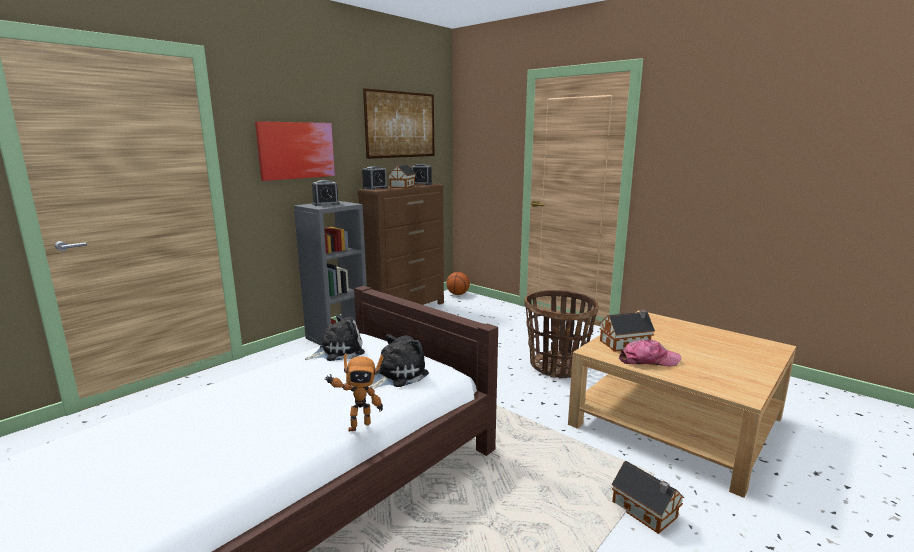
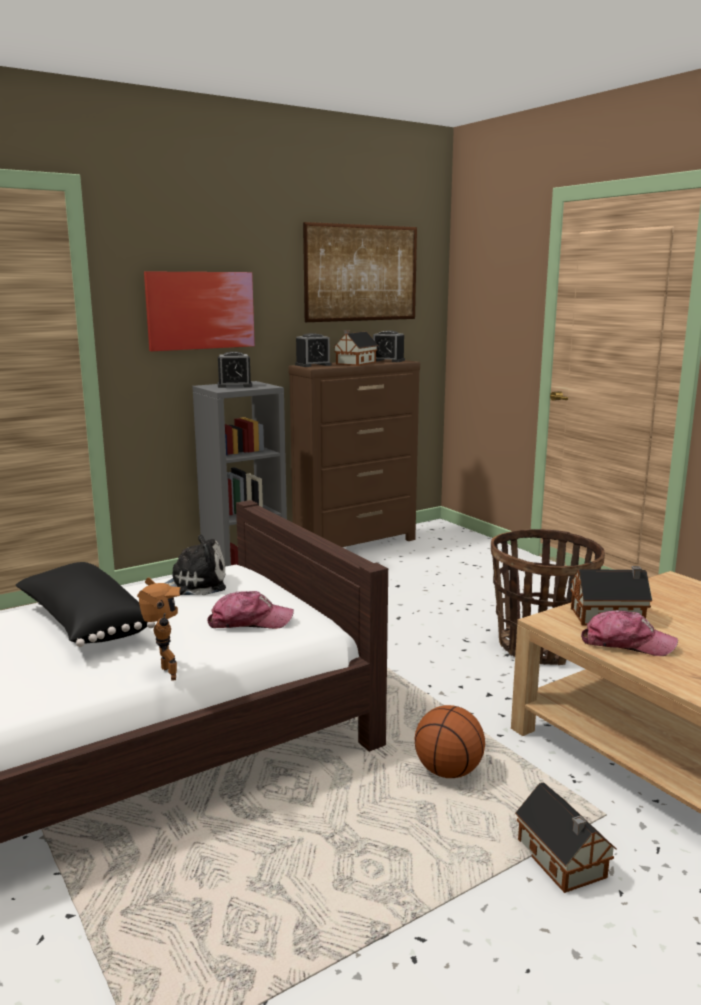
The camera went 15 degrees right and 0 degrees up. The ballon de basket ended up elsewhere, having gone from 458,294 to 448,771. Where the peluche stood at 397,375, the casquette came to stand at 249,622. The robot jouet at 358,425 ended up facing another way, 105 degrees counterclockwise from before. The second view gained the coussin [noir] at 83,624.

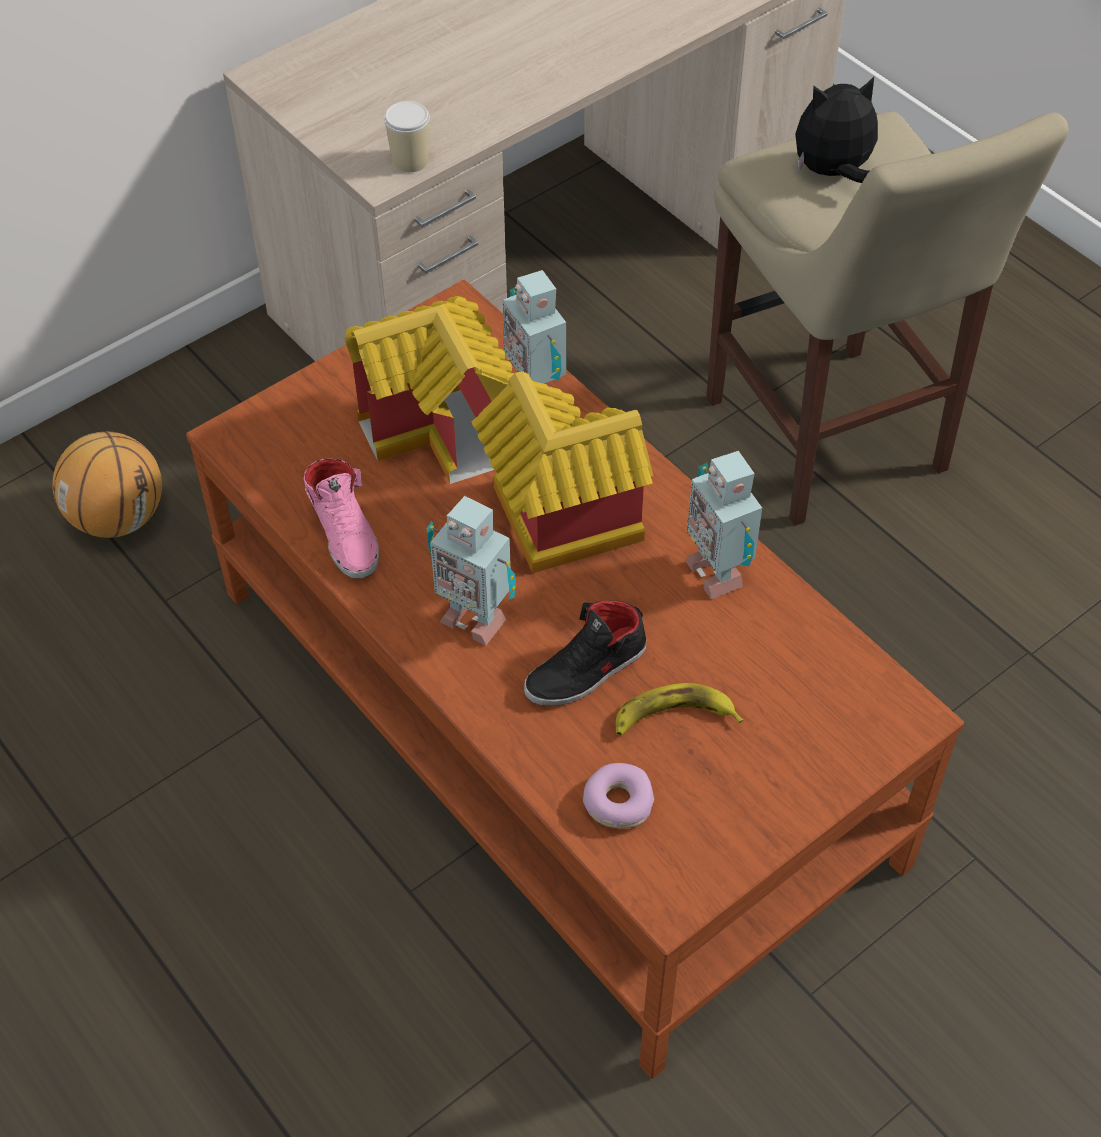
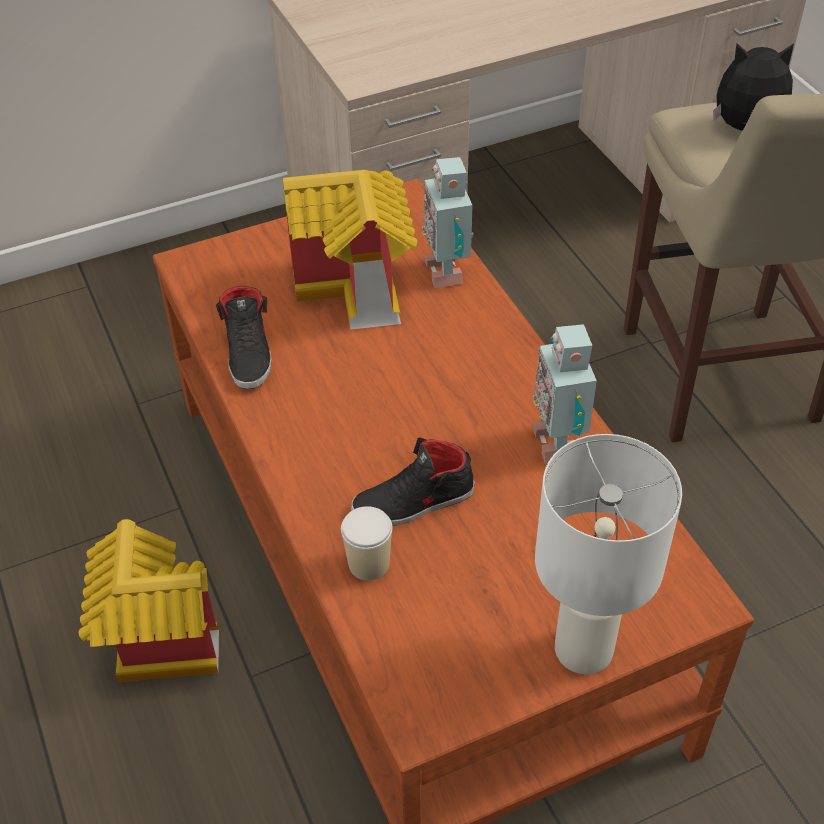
The camera went 15 degrees right and 5 degrees down. The tasse ended up elsewhere, having gone from 410,160 to 369,563. The maison miniature ended up elsewhere, having gone from 555,526 to 155,643. The second view lost the ballon de basket at 118,517. What was the chaussure [rose] at 345,533 turned into the chaussure [noir] at 249,352. The second view lost the robot jouet at 474,616. The second view lost the banane at 673,717. The second view lost the beignet at 617,802. The second view gained the lampe de table [blanc] at 585,650.

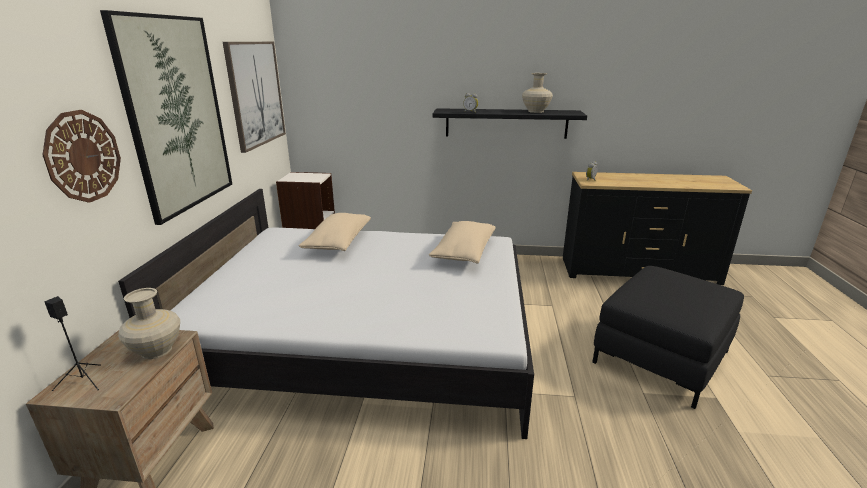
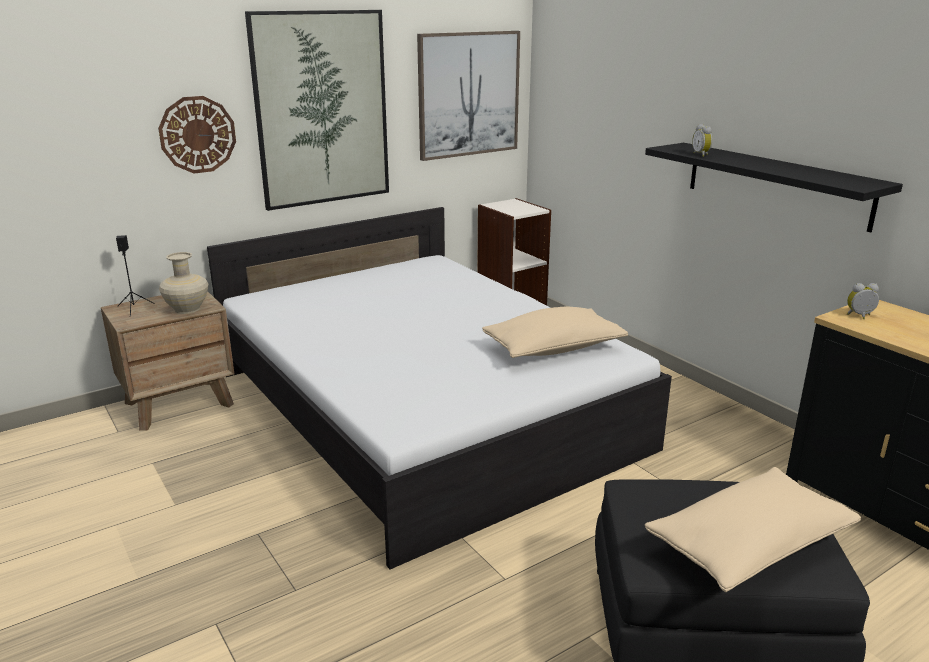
The camera went 50 degrees right and 0 degrees up. The second view lost the vase [beige] at 535,111. The coussin [beige] ended up elsewhere, having gone from 338,242 to 749,546.

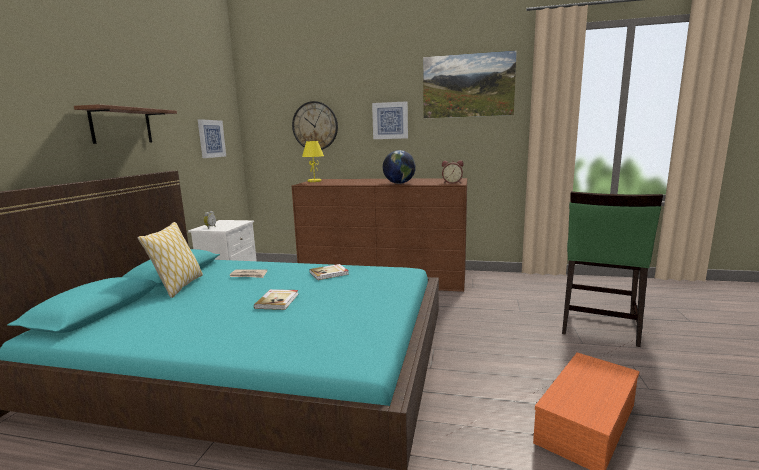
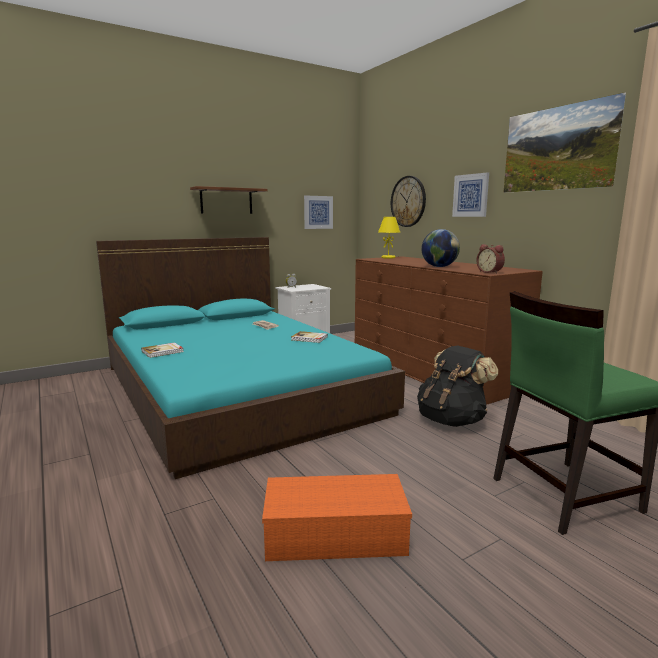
The camera went 45 degrees right and 0 degrees up. The second view lost the coussin at 178,286. The livre ended up elsewhere, having gone from 278,301 to 163,351. The second view gained the sac à dos [noir] at 452,420.

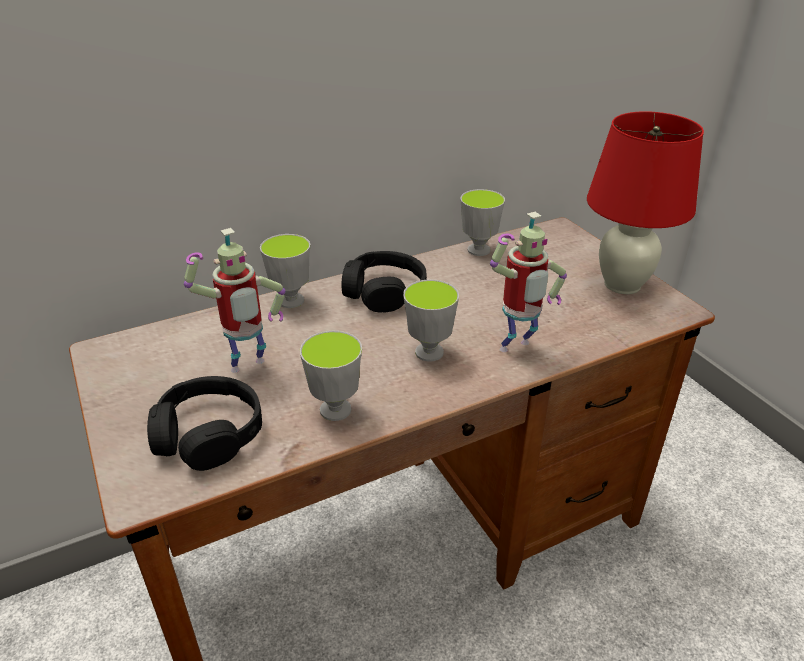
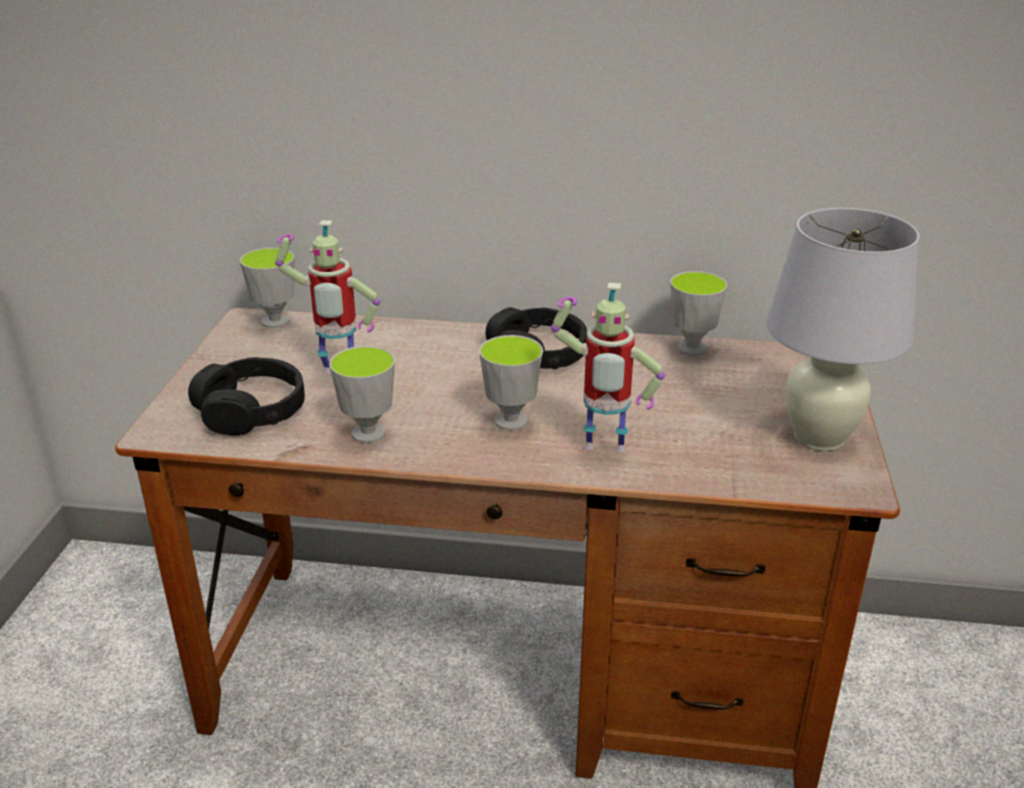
The camera went 35 degrees right and 5 degrees down. What was the lampe de table [rouge] at 622,284 turned into the lampe de table [blanc] at 818,437. The tasse ended up elsewhere, having gone from 291,301 to 275,321.

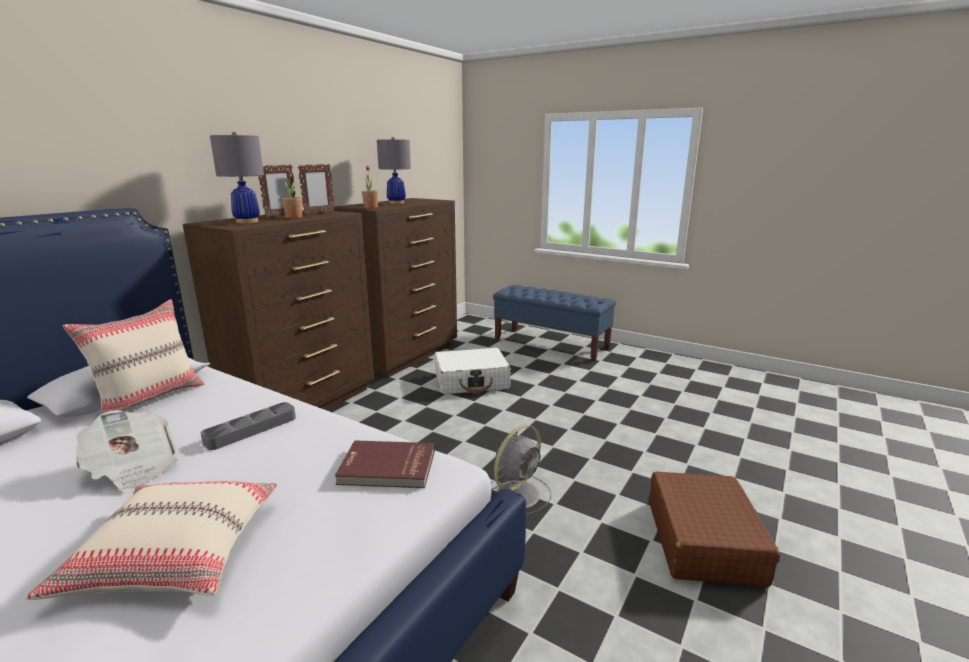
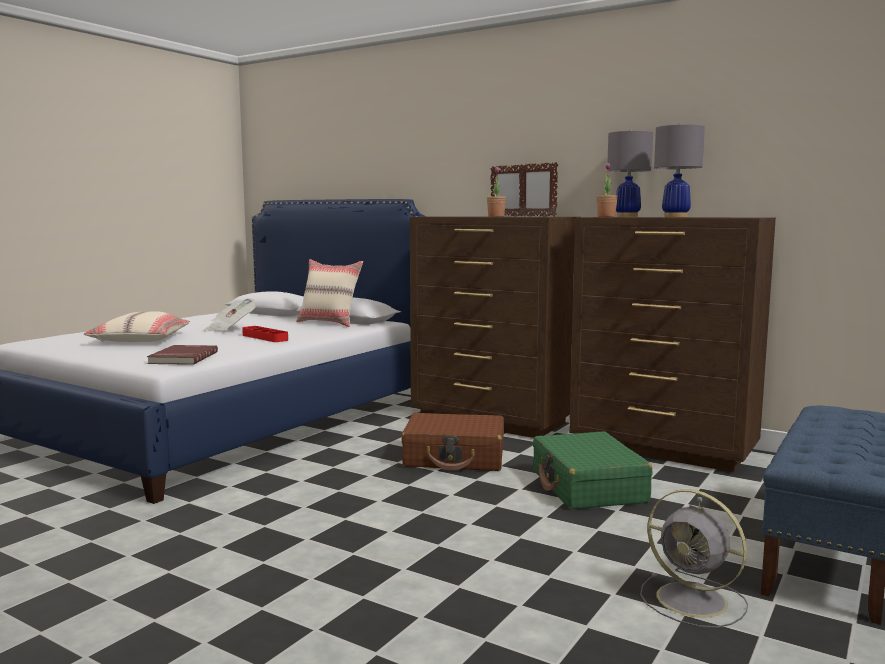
The camera went 90 degrees right and 10 degrees down. The lampe de table [gris] ended up elsewhere, having gone from 247,222 to 627,216. What was the valise [blanc] at 472,381 turned into the valise [vert] at 588,487. What was the plateau [gris] at 251,429 turned into the plateau [rouge] at 265,337. The ventilateur [gris] ended up elsewhere, having gone from 518,493 to 694,601. The valise [marron] ended up elsewhere, having gone from 703,540 to 455,457.

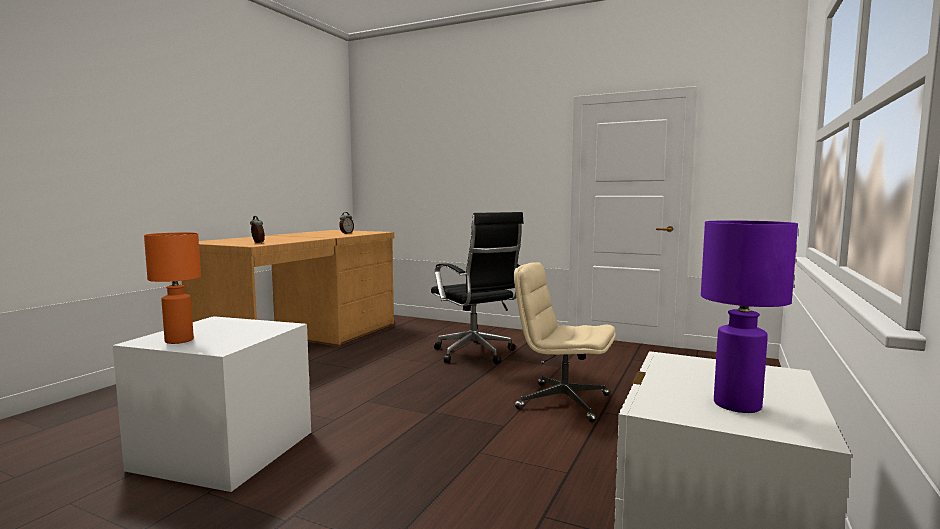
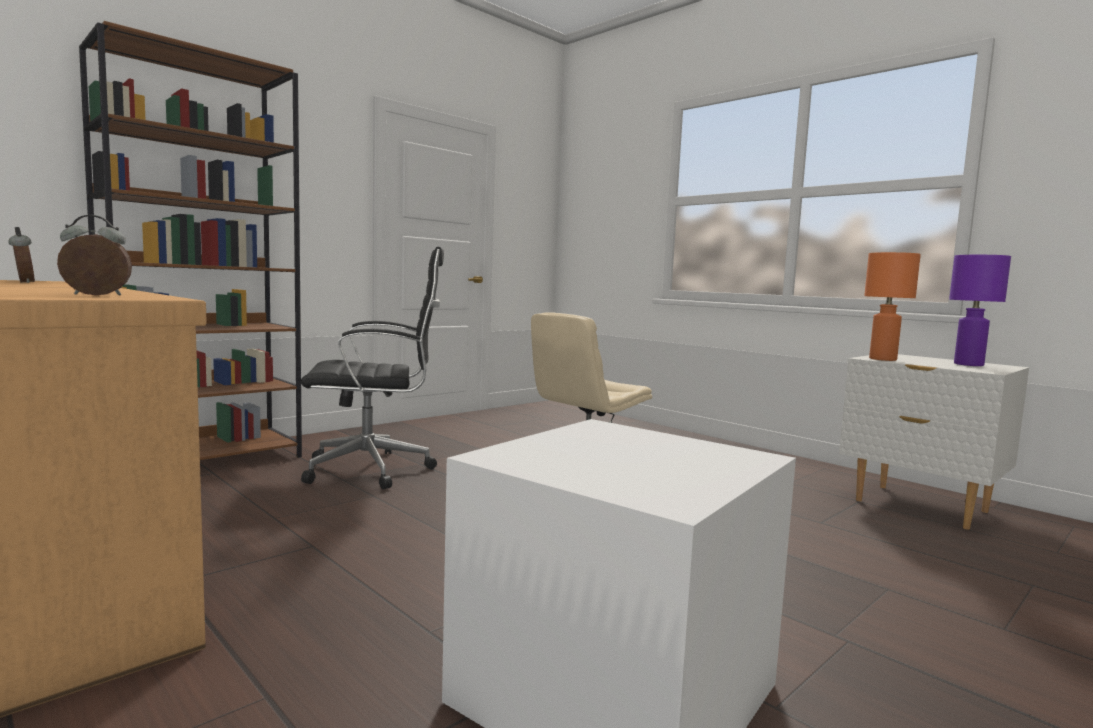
The camera went 70 degrees left and 0 degrees up. The lampe de table [orange] ended up elsewhere, having gone from 179,341 to 883,359. The second view gained the bibliothèque [marron] at 206,460.

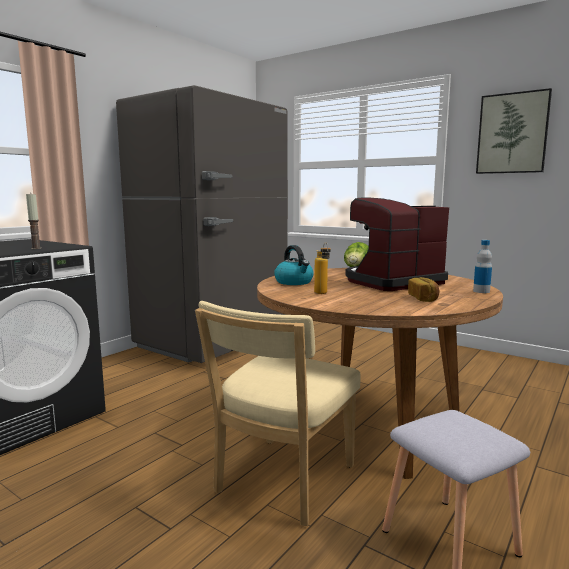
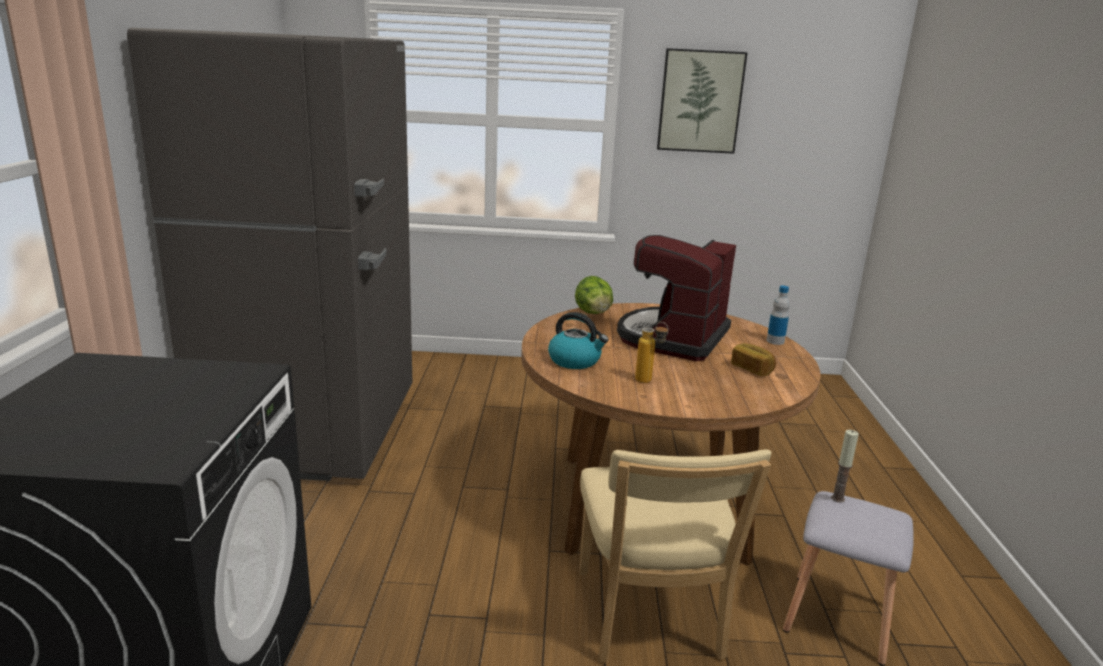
The camera went 35 degrees left and 10 degrees up. The bougie ended up elsewhere, having gone from 36,248 to 837,498.

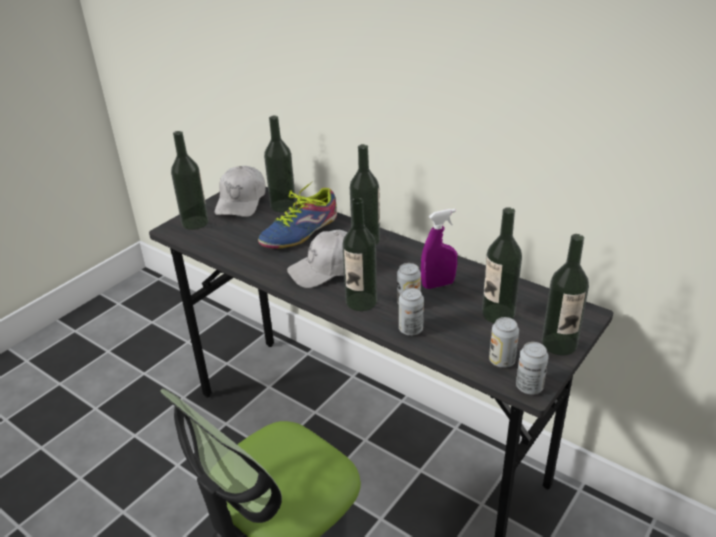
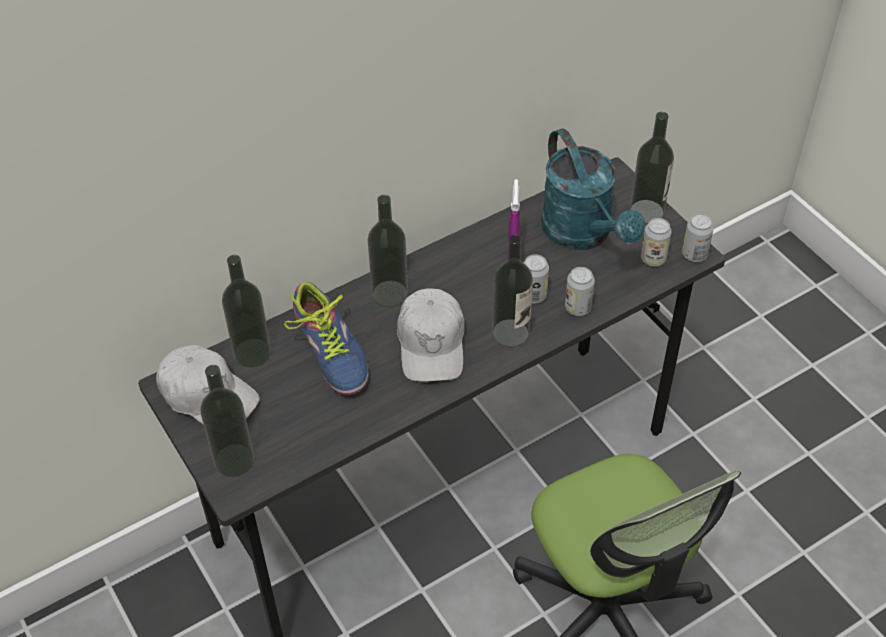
The camera went 70 degrees left and 15 degrees up. Where the bouteille stood at 498,314, the arrosoir [turquoise] came to stand at 583,234.

